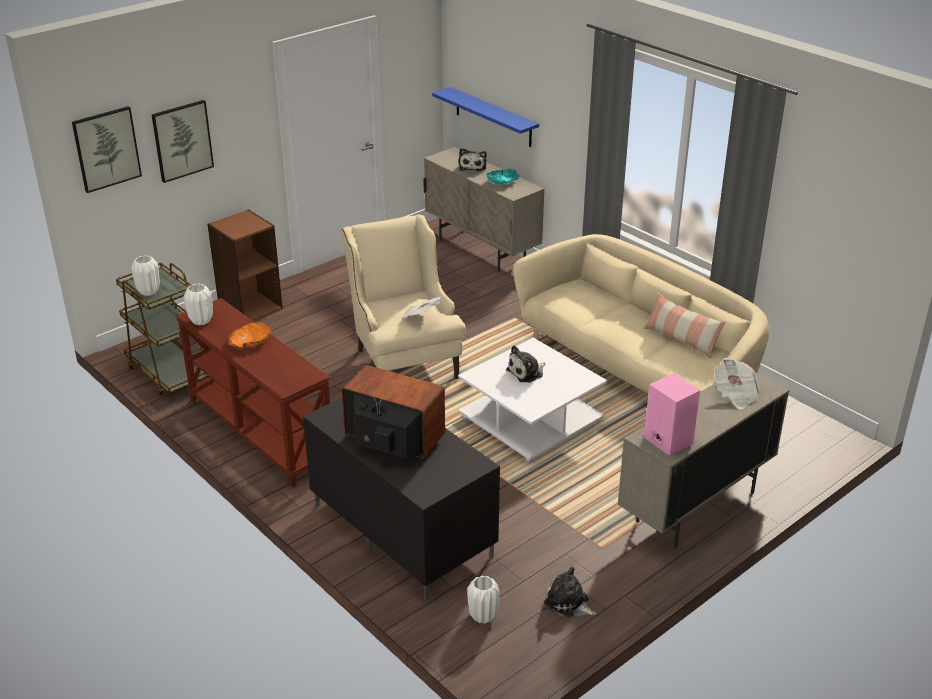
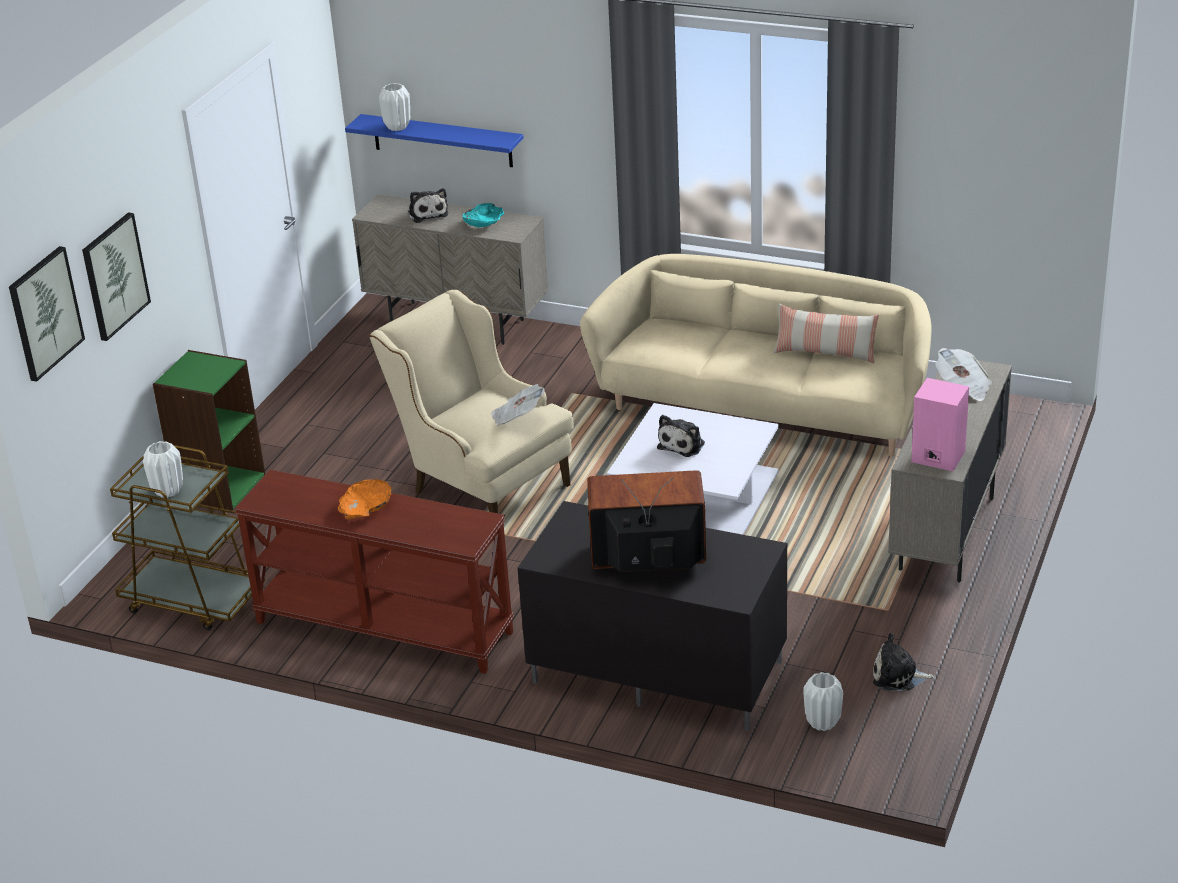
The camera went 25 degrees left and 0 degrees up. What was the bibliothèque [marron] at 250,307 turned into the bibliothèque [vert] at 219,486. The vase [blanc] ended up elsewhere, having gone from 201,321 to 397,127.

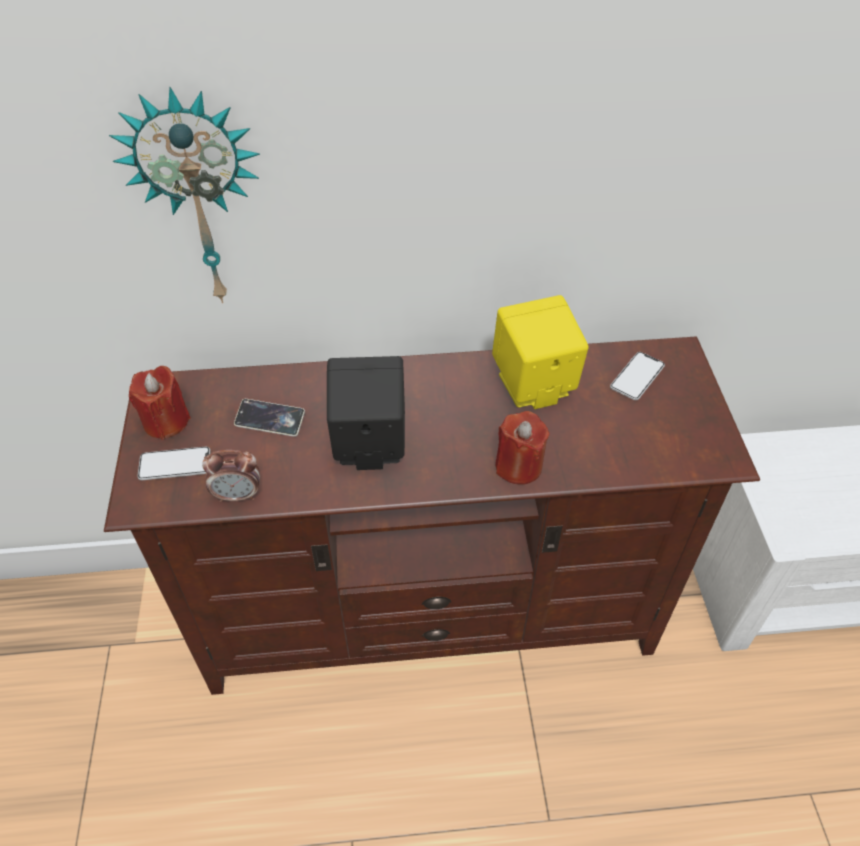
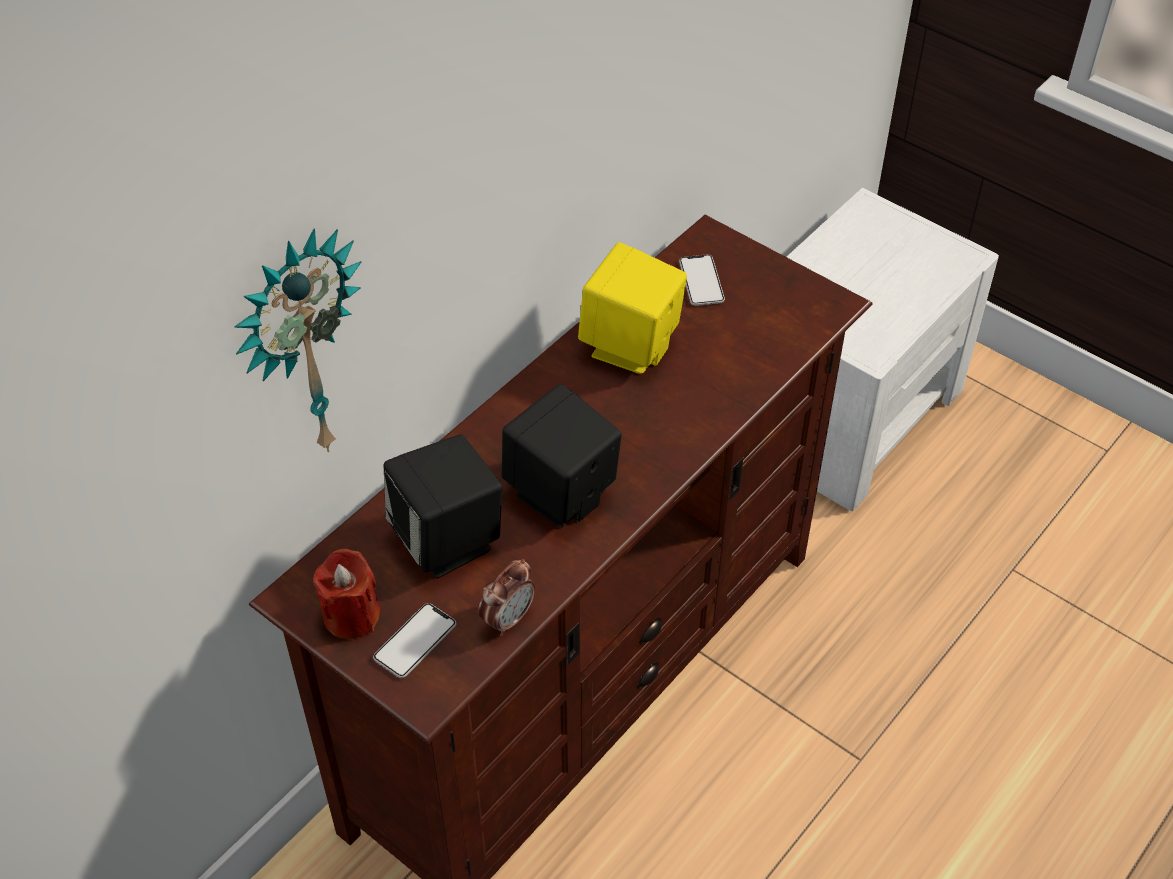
The camera went 45 degrees left and 0 degrees up. Where the téléphone stood at 270,420, the enceinte [noir] came to stand at 448,541. The second view lost the bougie [rouge] at 518,466.

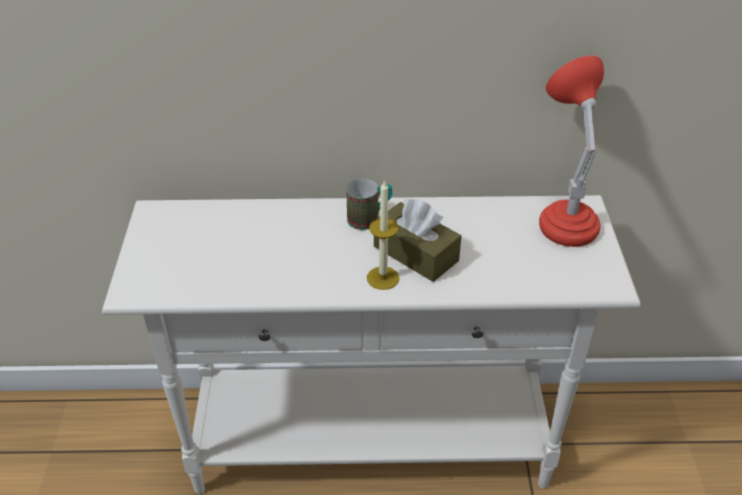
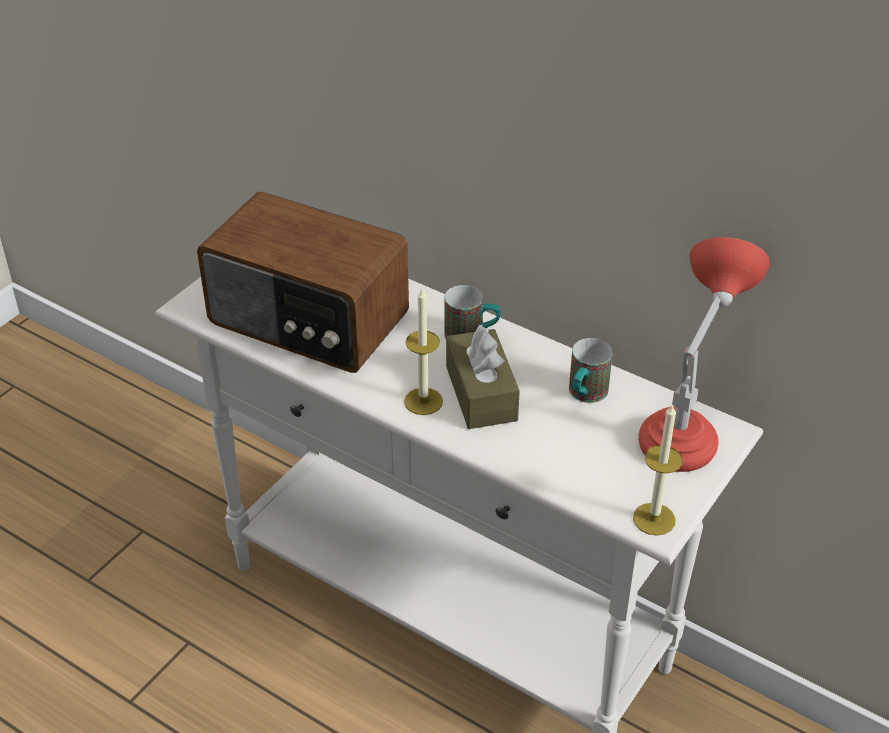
The camera went 35 degrees right and 0 degrees up. The second view gained the radio at 308,320. The second view gained the mug at 584,395. The second view gained the bougie at 654,519.

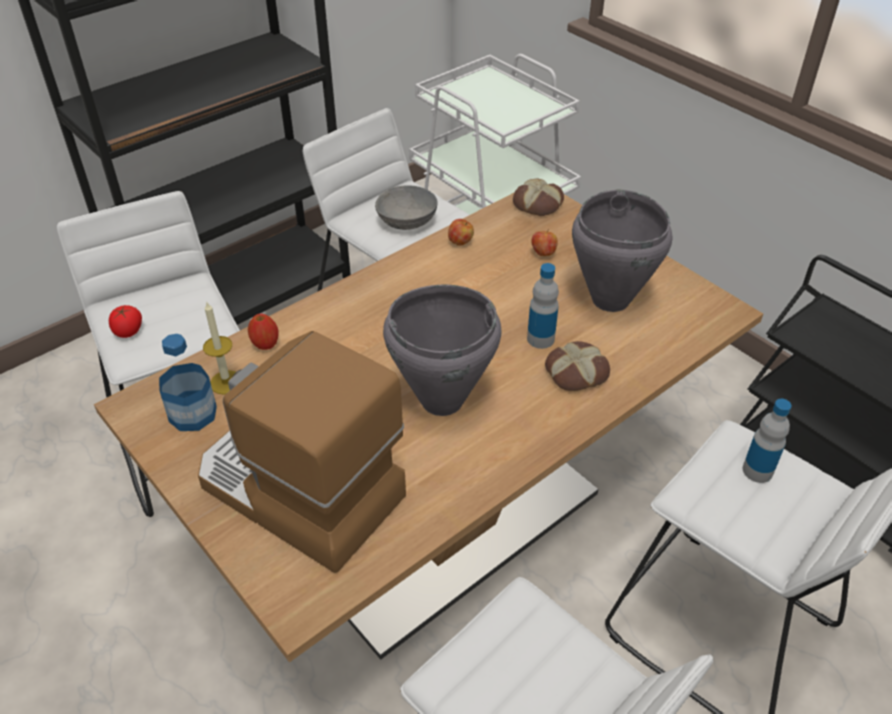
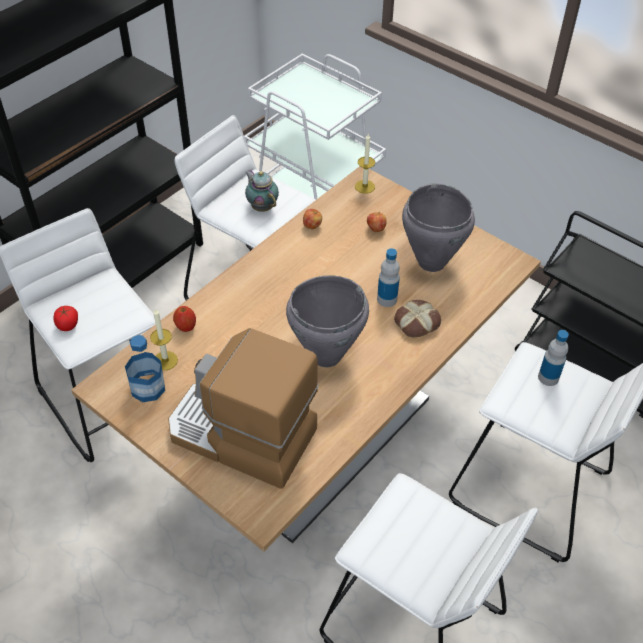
The camera went 10 degrees left and 5 degrees up. Where the pain stood at 538,204, the bougie came to stand at 364,186. Where the bol [gris] stood at 407,221, the théière came to stand at 262,207.

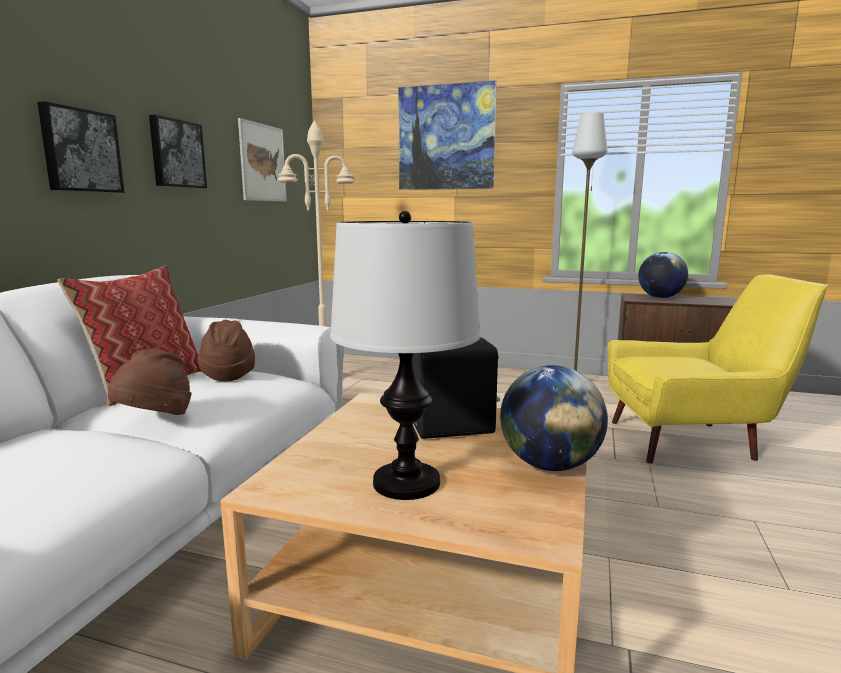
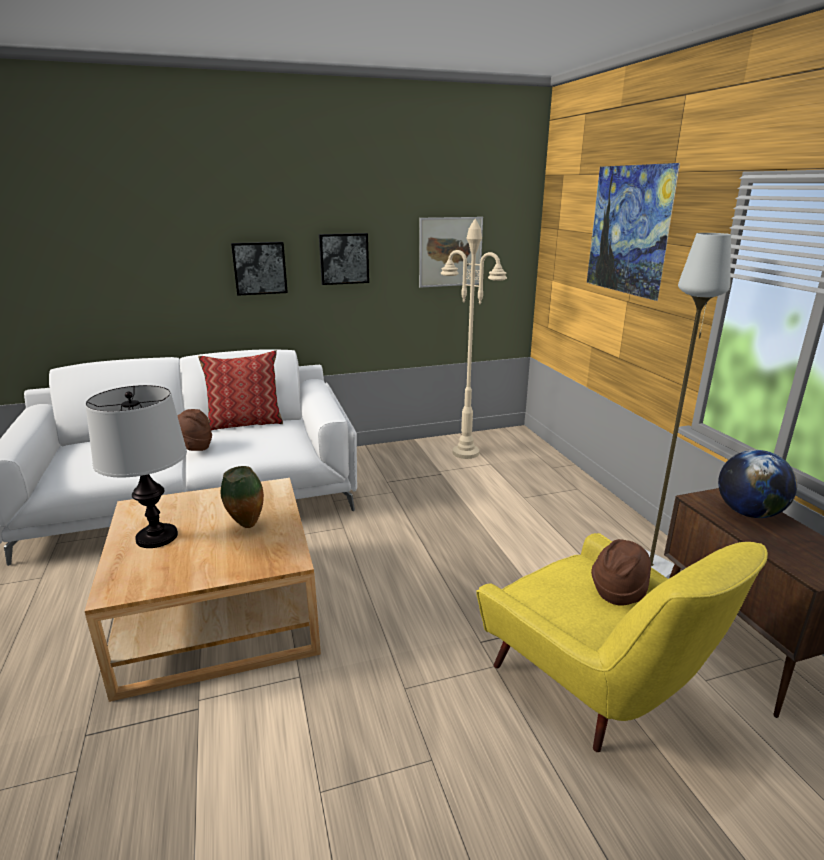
The camera went 55 degrees right and 10 degrees up. The chapeau [marron] ended up elsewhere, having gone from 228,375 to 618,591. Where the enceinte [noir] stood at 454,429, the vase came to stand at 246,526. The second view lost the globe at 550,465.

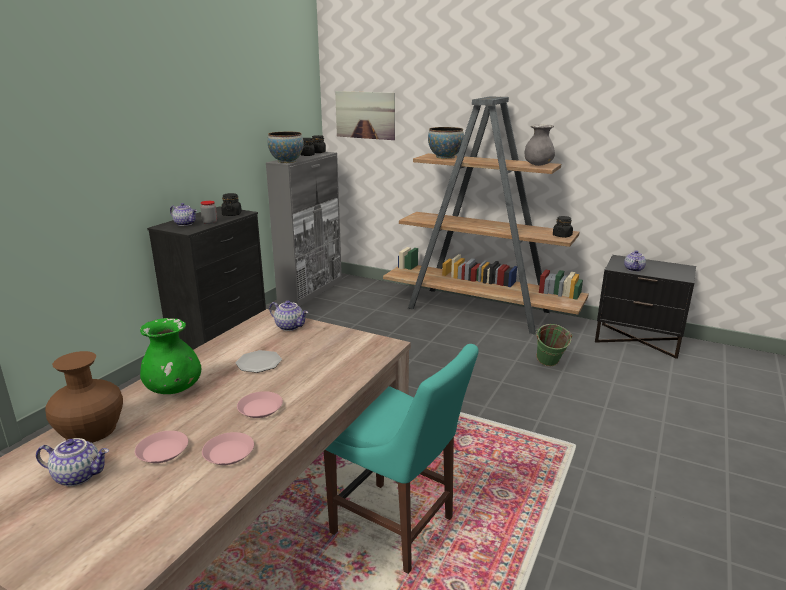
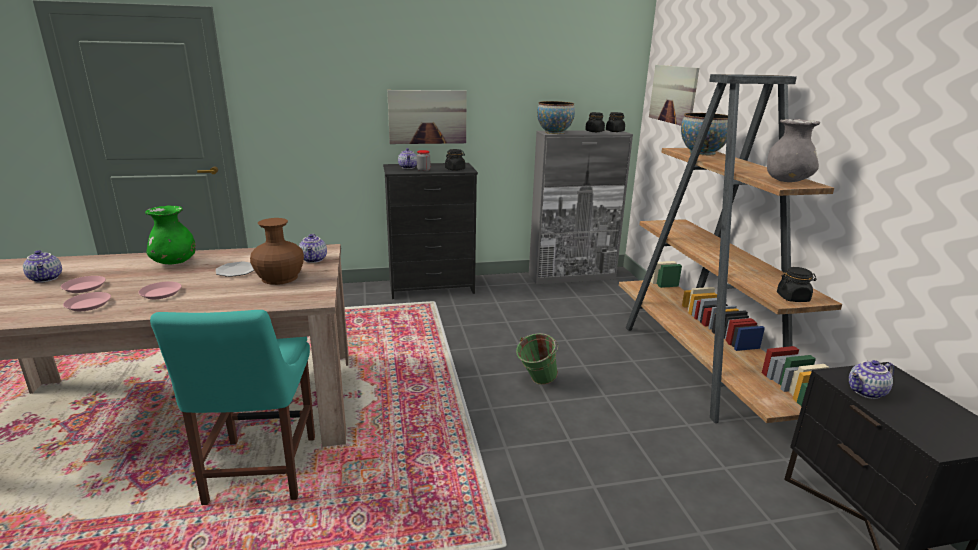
The camera went 50 degrees right and 0 degrees up. The seau [vert] ended up elsewhere, having gone from 549,365 to 536,382. The vase [marron] ended up elsewhere, having gone from 91,430 to 280,277. The second view gained the tableau at 427,117.

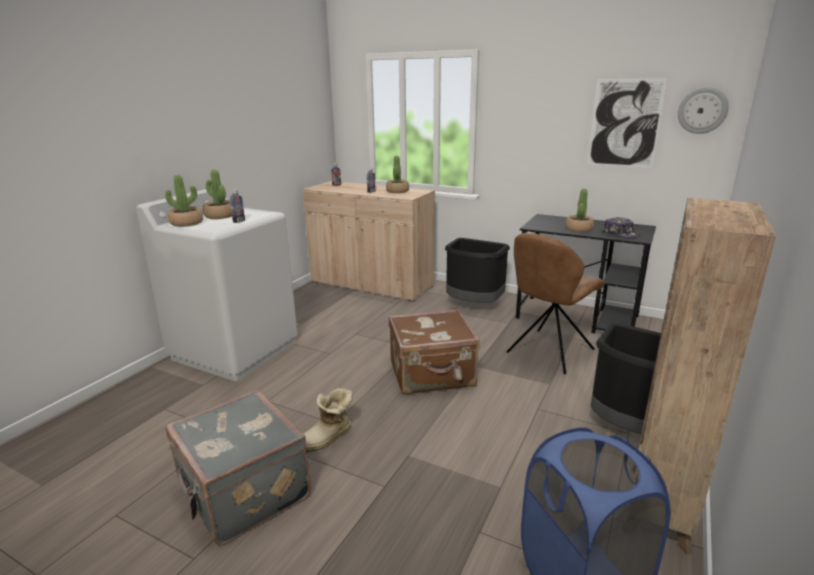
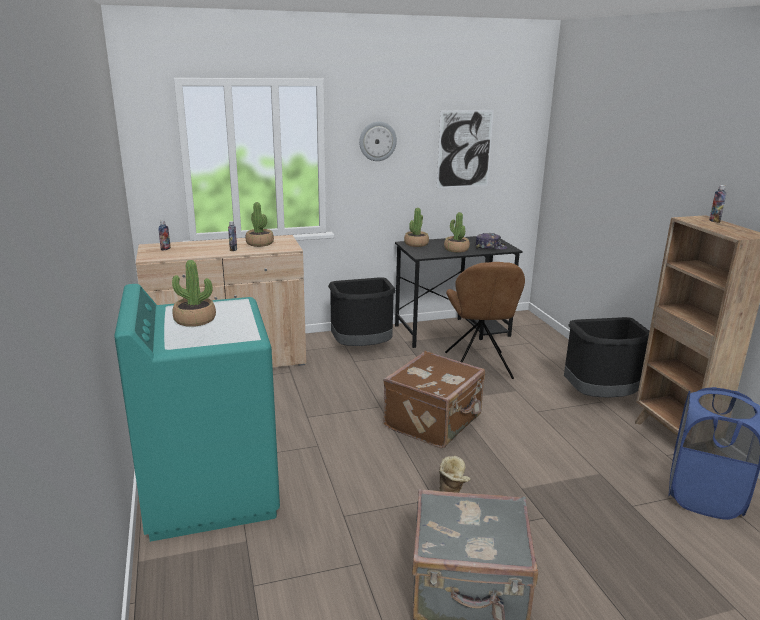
The camera went 45 degrees left and 0 degrees up. The horloge murale ended up elsewhere, having gone from 702,110 to 377,141. The plante en pot ended up elsewhere, having gone from 187,223 to 416,244. What was the lave-linge [blanc] at 236,350 turned into the lave-linge [turquoise] at 210,491. The bouteille ended up elsewhere, having gone from 239,221 to 714,221.

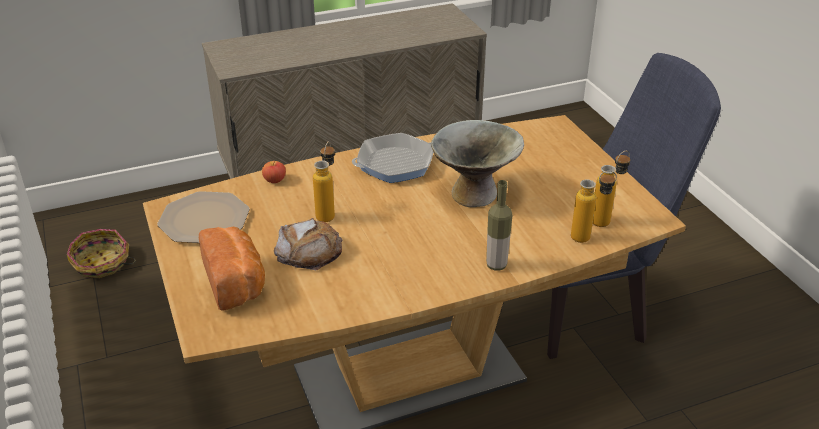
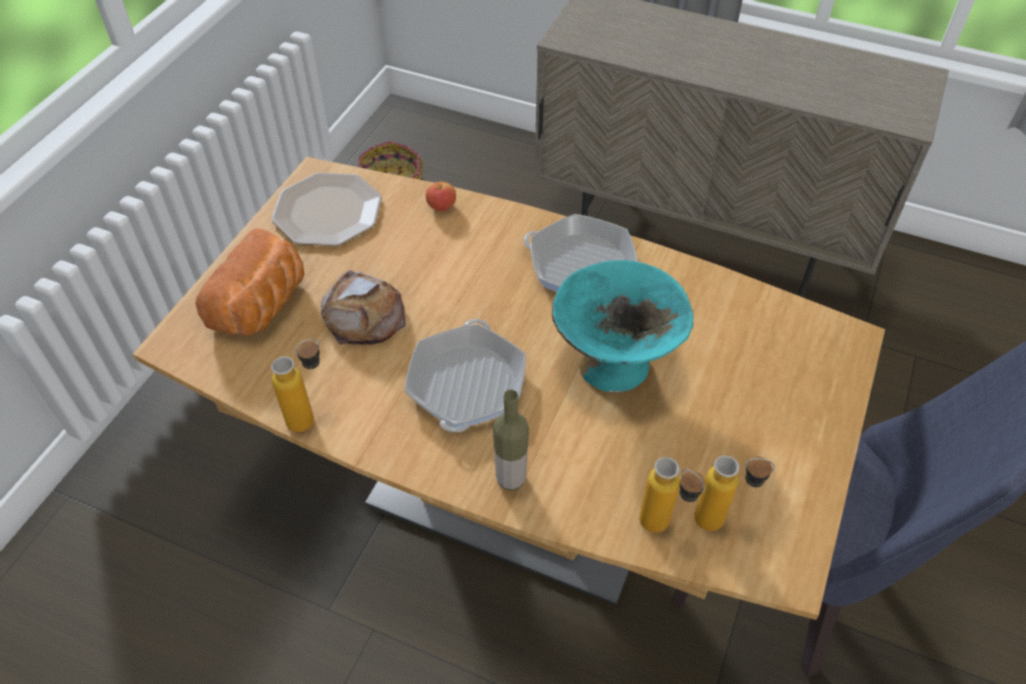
The camera went 45 degrees right and 15 degrees up. What was the bol [gris] at 474,194 turned into the bol [turquoise] at 614,366. The bouteille ended up elsewhere, having gone from 328,213 to 311,417. The second view gained the poêle at 466,384.

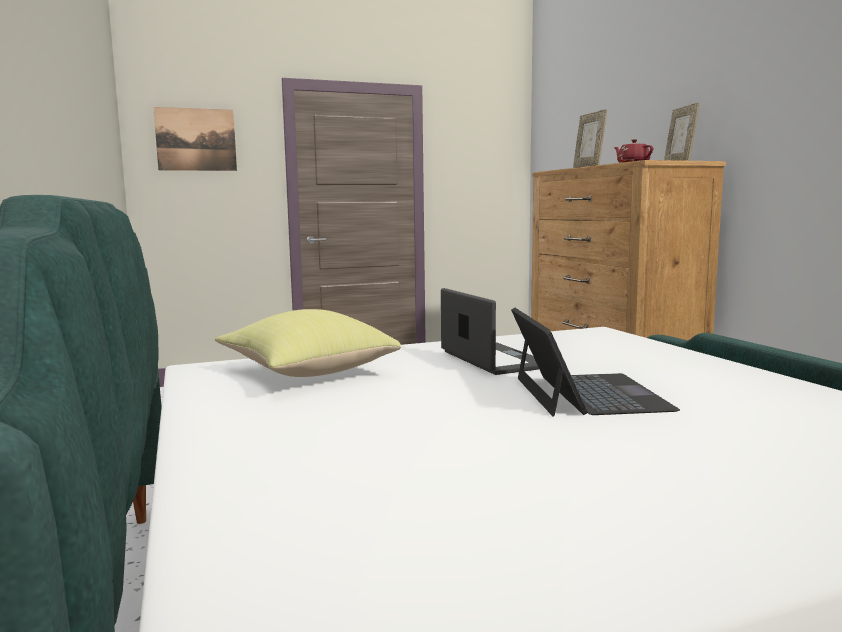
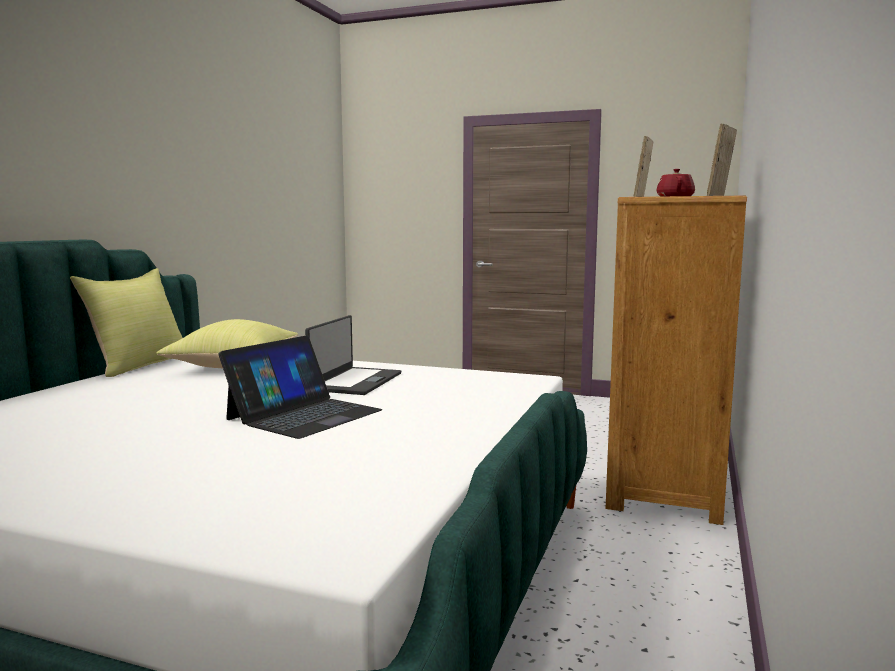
The camera went 40 degrees right and 0 degrees up. The second view lost the tableau at 196,139. The second view gained the coussin [jaune] at 140,365.

